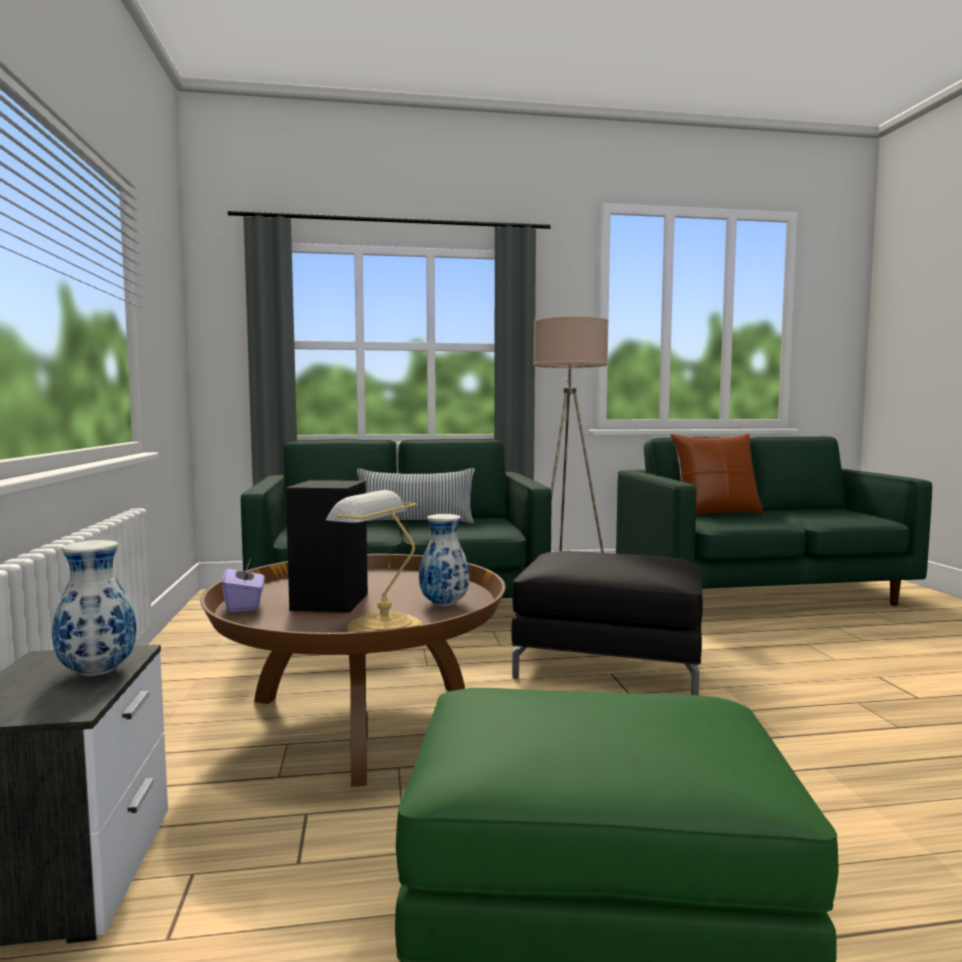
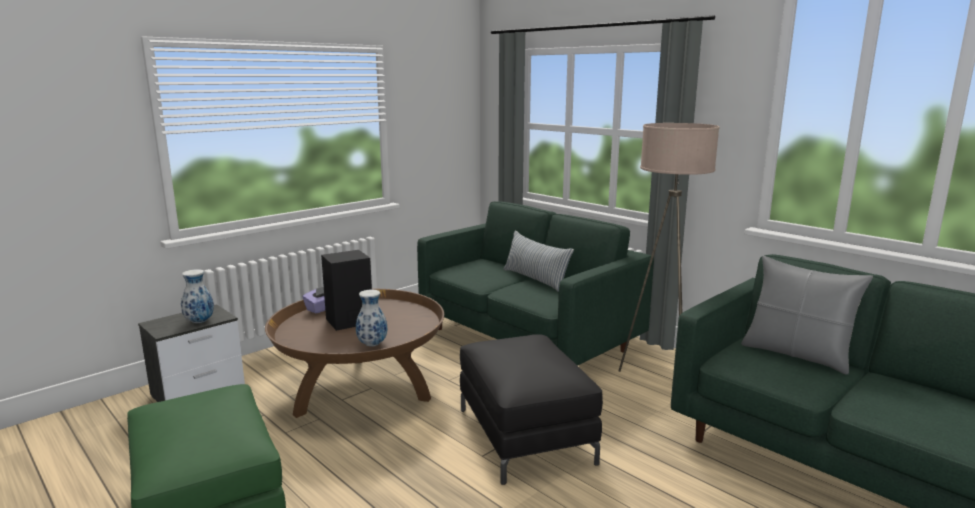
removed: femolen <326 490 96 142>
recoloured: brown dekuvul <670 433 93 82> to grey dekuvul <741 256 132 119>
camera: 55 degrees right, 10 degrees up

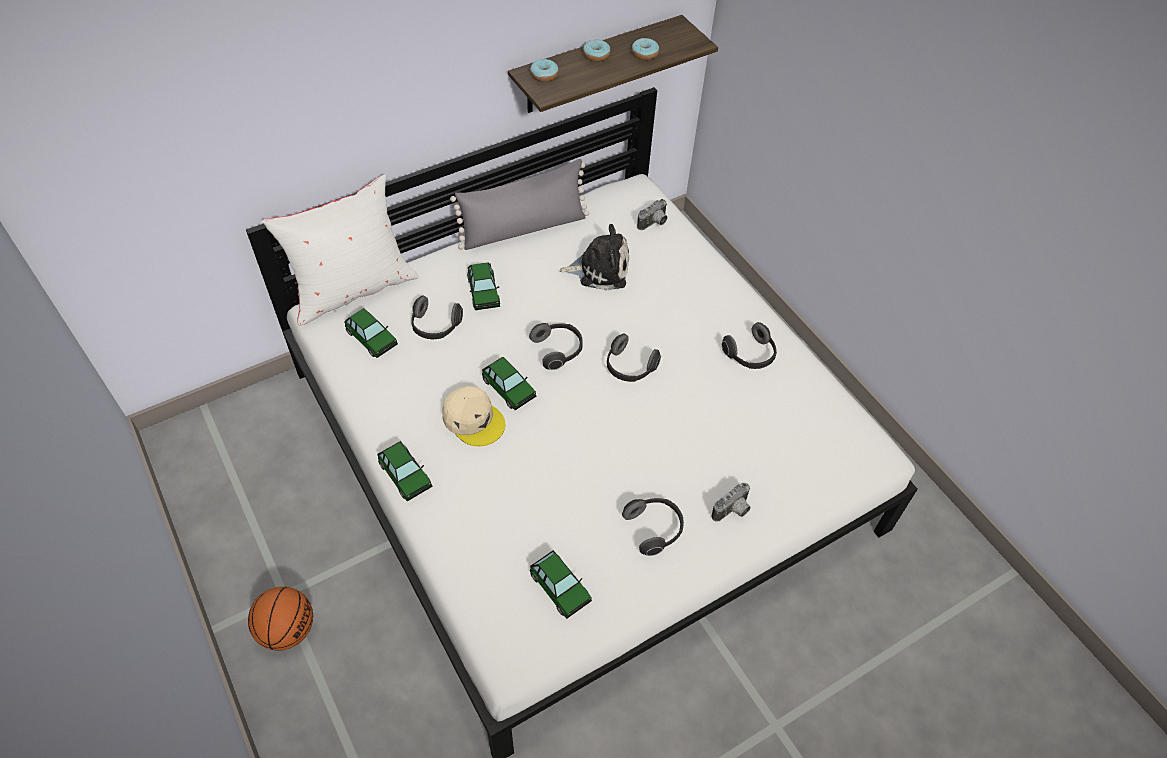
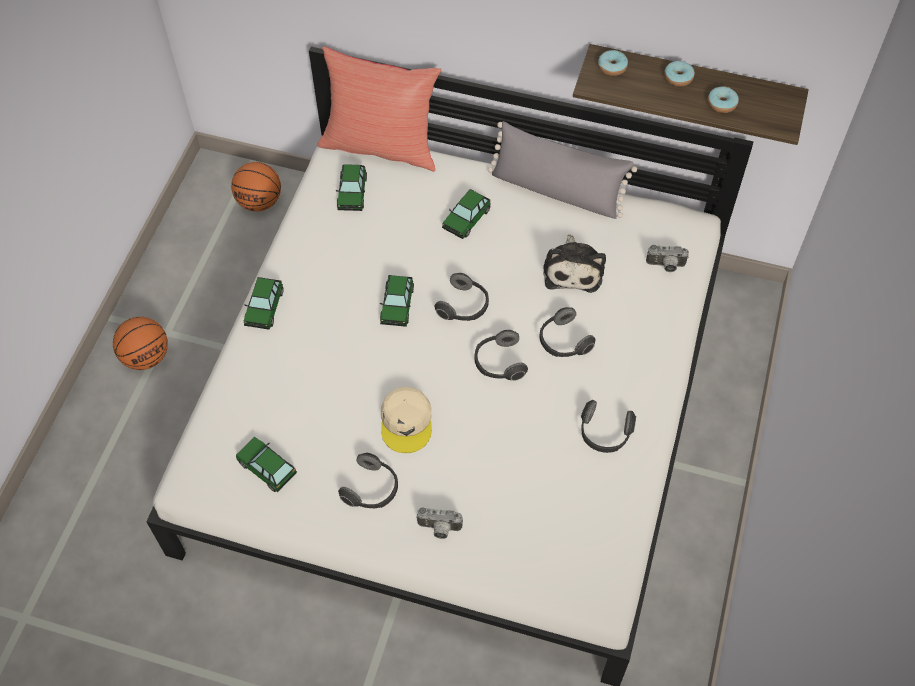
added: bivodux <231 162 50 49>
moved: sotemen <411 296 52 43> to <540 307 56 50>; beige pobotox <442 386 63 60> to <381 387 51 66>
recoloured: white dekuvul <261 174 158 152> to red dekuvul <317 47 124 125>
turned: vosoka <530 550 62 69> = <236 437 61 55> 120 degrees clockwise; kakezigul <559 224 70 67> = <543 234 63 59> 45 degrees clockwise
camera: 50 degrees right, 5 degrees up

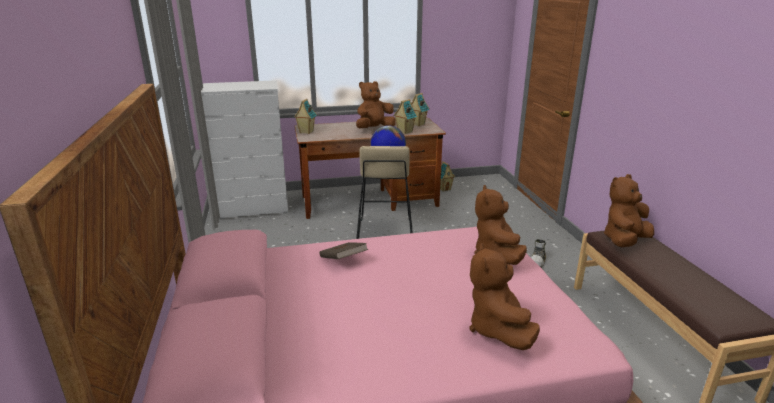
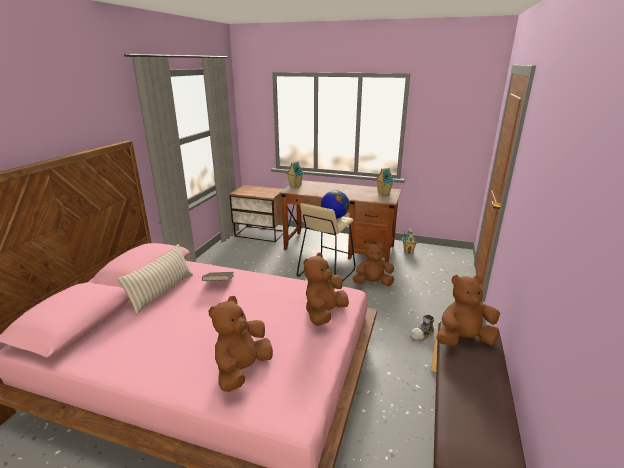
removed: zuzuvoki <393 99 24 35>
added: beige dekuvul <117 244 76 71>
moved: brown kakezigul <356 81 40 47> to <353 242 41 44>
replaced: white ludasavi <201 80 87 139> to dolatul <229 185 54 57>
camera: 30 degrees right, 0 degrees up

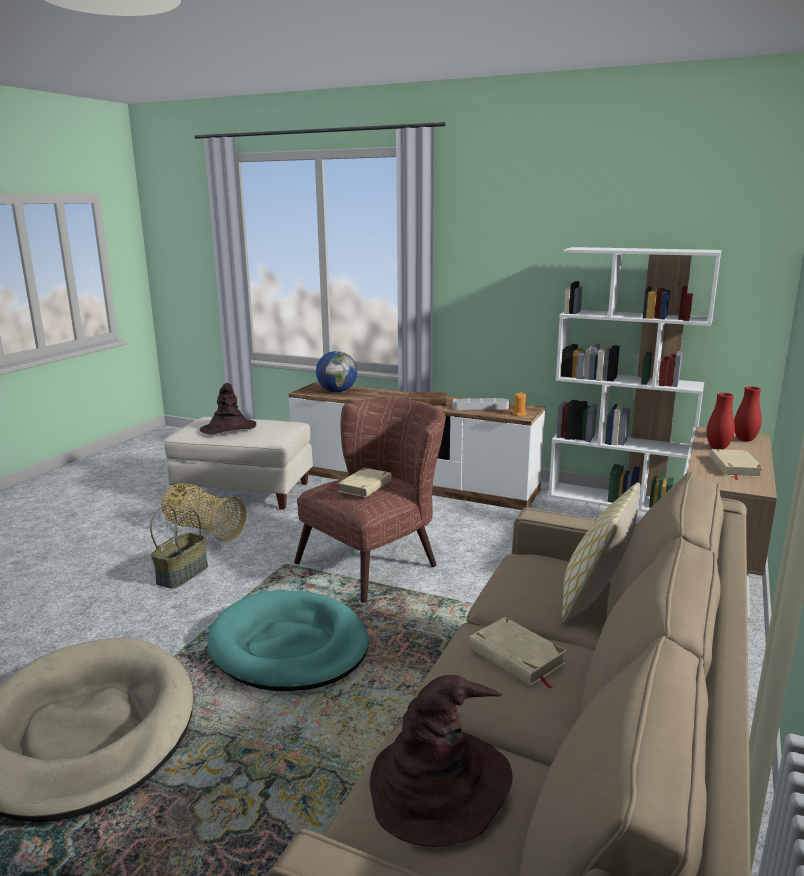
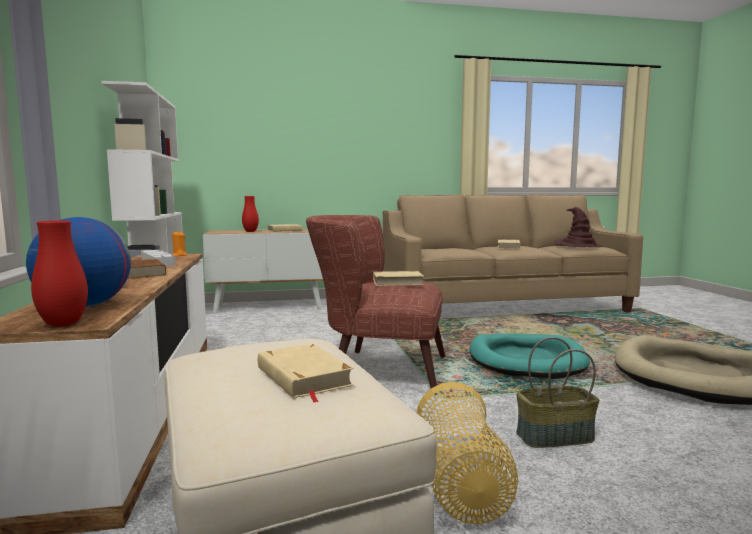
removed: dekuvul <562 482 79 140>
moved: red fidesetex <734 386 28 56> to <31 220 57 107>
replaced: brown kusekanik <199 383 57 52> to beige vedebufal <258 344 96 59>
camera: 125 degrees left, 10 degrees down

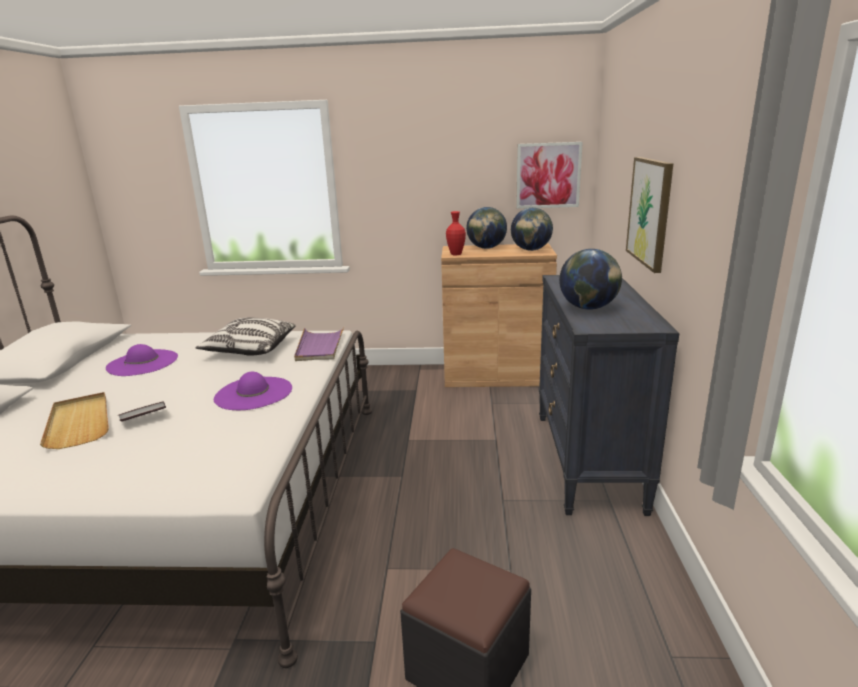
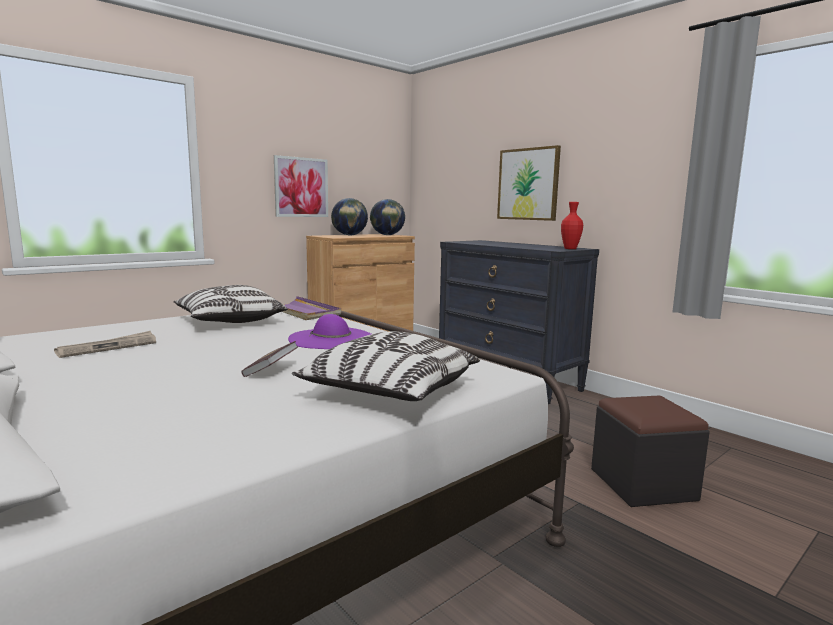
removed: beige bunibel <40 392 69 57>; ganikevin <559 249 63 61>
added: dekuvul <292 331 188 70>
moved: red fidesetex <446 211 20 44> to <561 202 22 47>; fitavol <516 142 67 67> to <274 155 54 62>
replaced: purple kusekanik <106 344 72 32> to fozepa <54 331 102 27>
camera: 45 degrees left, 10 degrees down

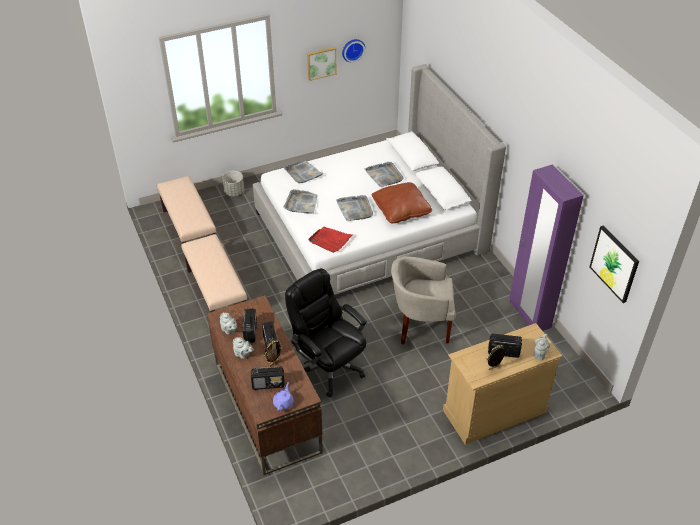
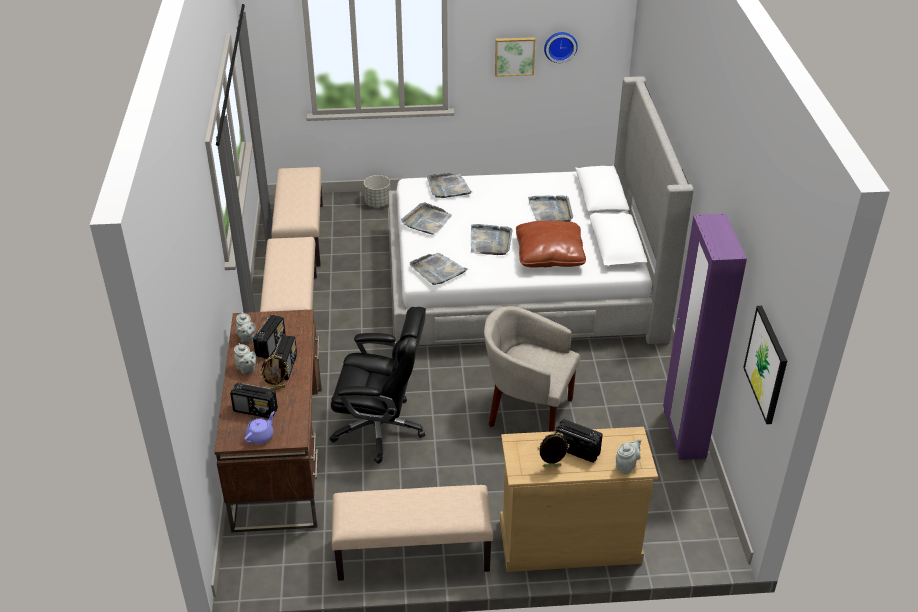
added: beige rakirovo <332 485 161 96>
recoloured: red bunibel <308 227 44 26> to grey bunibel <410 253 58 32>
turned: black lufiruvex <285 268 82 129> = <330 307 96 157> 120 degrees clockwise
camera: 20 degrees right, 5 degrees down

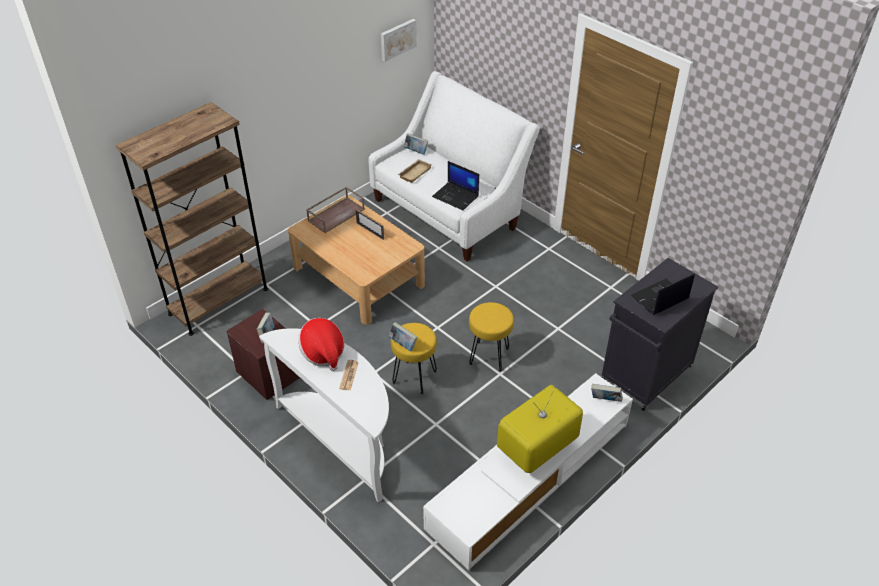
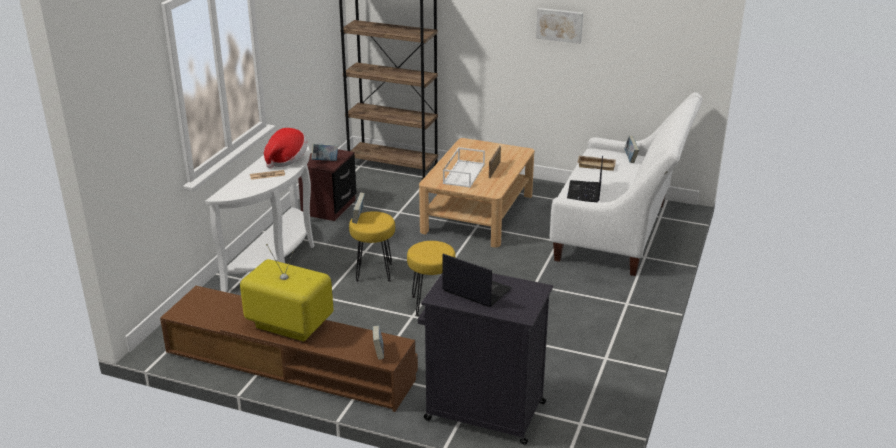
removed: brown bunibel <306 187 59 46>
added: white bunibel <443 147 42 41>
moved: fitavol <381 19 36 43> to <536 8 47 36>
recoloured: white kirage <423 373 210 197> to brown kirage <160 286 258 126>
camera: 65 degrees right, 15 degrees down

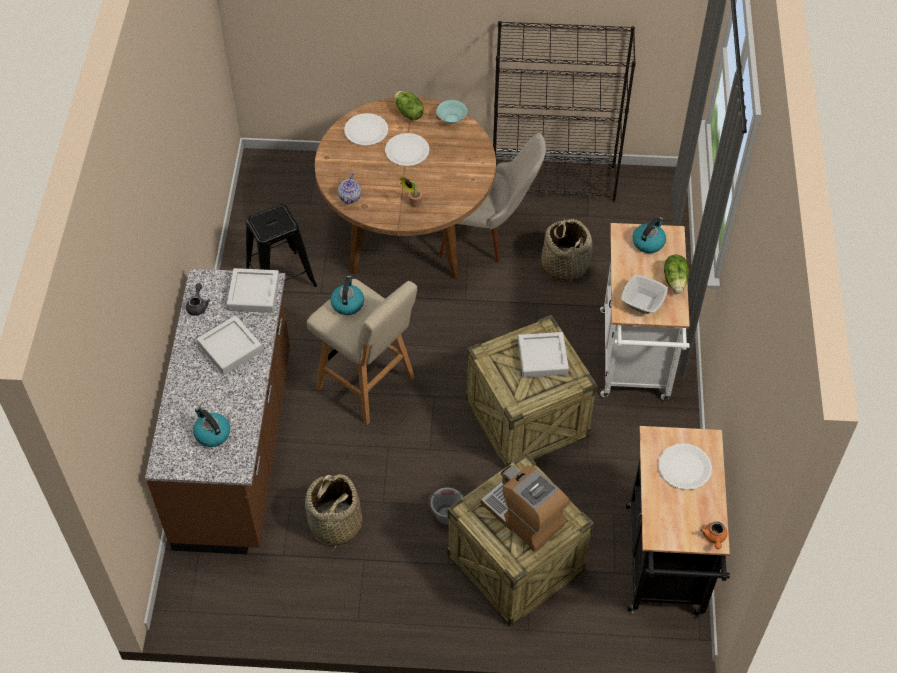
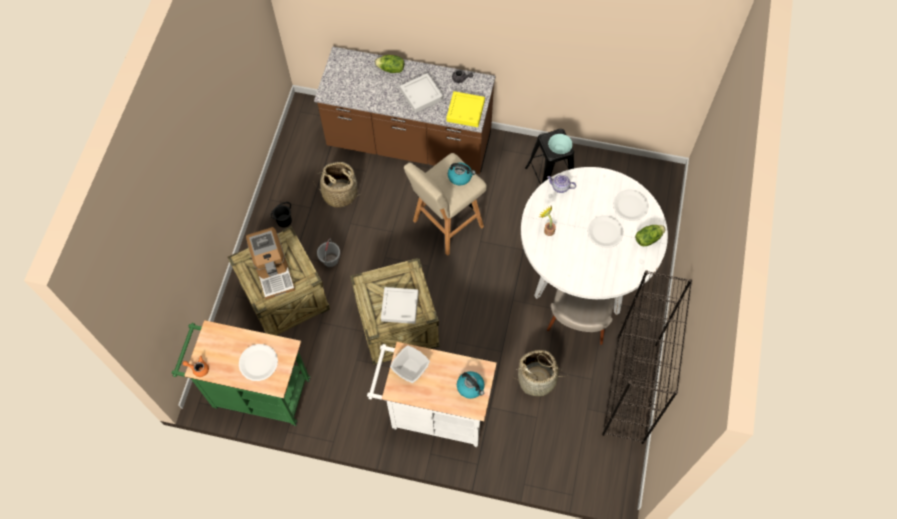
removed: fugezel <193 407 37 40>
added: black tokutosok <270 202 22 25>
moved: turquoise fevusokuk <436 100 31 24> to <548 134 24 20>; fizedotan <664 255 25 39> to <375 55 29 18>
recoloured: grey bunibel <227 268 53 45> to yellow bunibel <447 91 38 36>; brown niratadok <315 97 181 182> to white niratadok <521 167 147 148>; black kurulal <626 426 104 191> to green kurulal <172 320 138 106>
turned: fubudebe <480 465 90 87> = <246 227 49 73> 105 degrees clockwise
camera: 100 degrees right, 10 degrees up

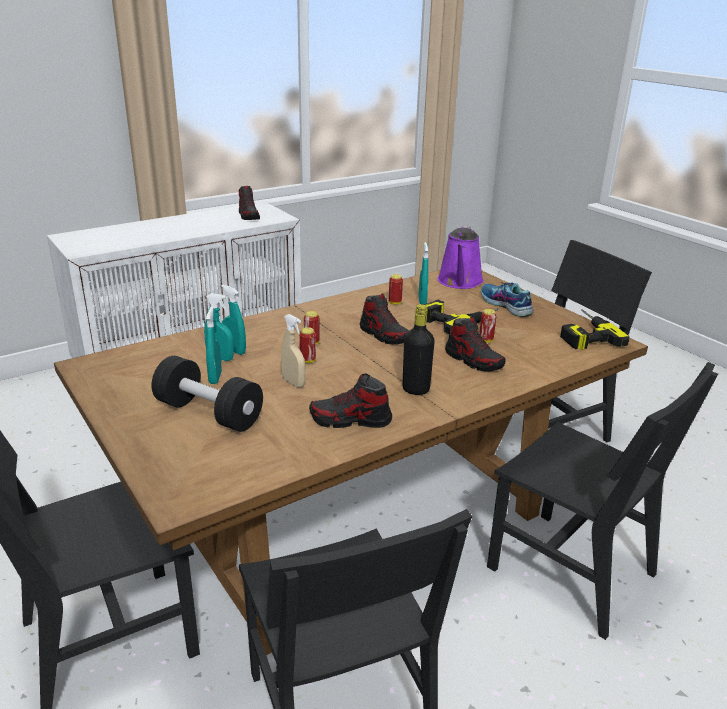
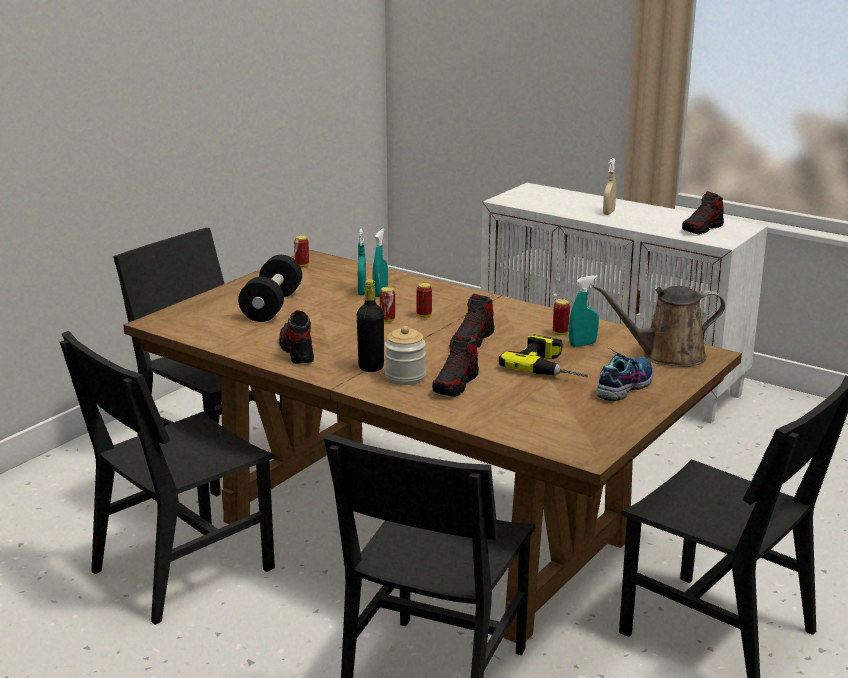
removed: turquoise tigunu <206 306 16 78>; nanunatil <560 309 70 41>
added: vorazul <385 326 41 59>
moved: beige tigunu <281 314 24 74> to <603 158 13 57>; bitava <479 309 17 34> to <294 236 15 31>
recoloured: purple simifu <437 226 47 63> to brown simifu <592 285 133 82>
camera: 70 degrees right, 5 degrees down

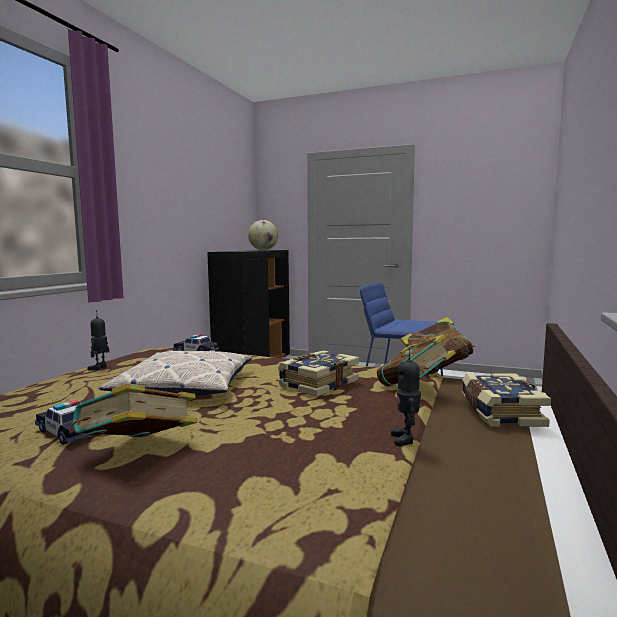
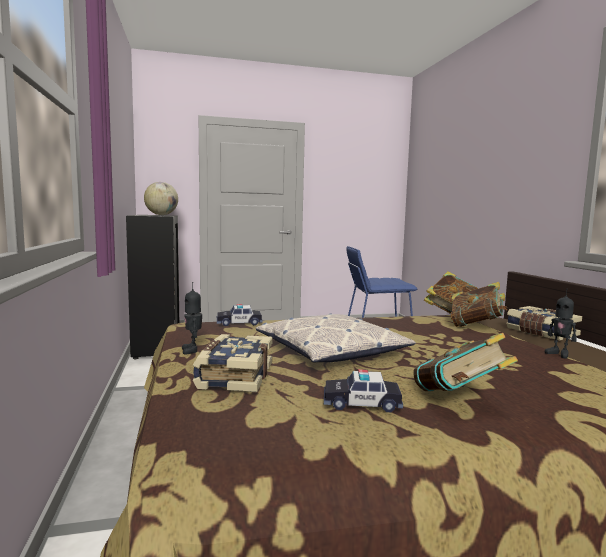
moved: vedebufal <278 350 81 47> to <193 334 80 58>
camera: 35 degrees left, 0 degrees up

